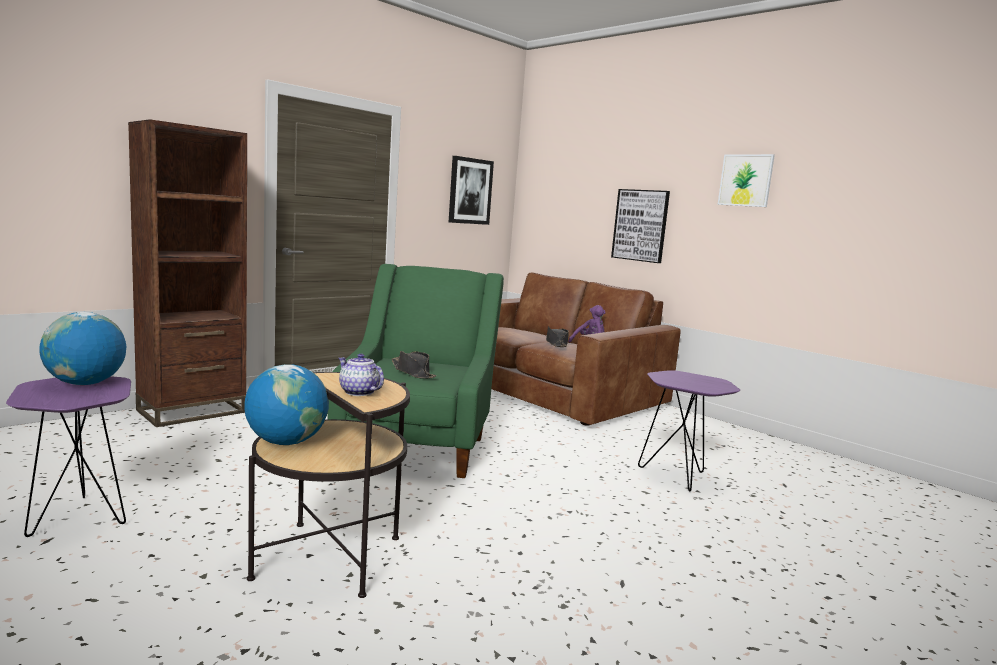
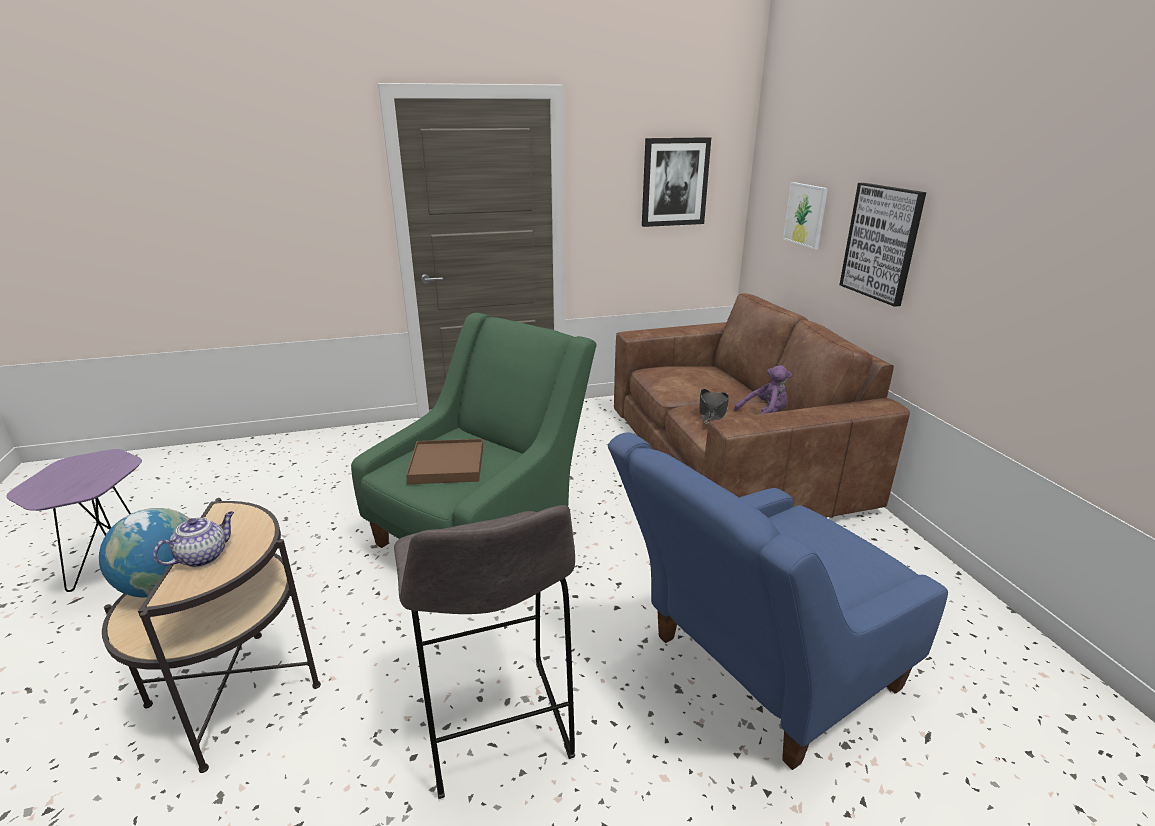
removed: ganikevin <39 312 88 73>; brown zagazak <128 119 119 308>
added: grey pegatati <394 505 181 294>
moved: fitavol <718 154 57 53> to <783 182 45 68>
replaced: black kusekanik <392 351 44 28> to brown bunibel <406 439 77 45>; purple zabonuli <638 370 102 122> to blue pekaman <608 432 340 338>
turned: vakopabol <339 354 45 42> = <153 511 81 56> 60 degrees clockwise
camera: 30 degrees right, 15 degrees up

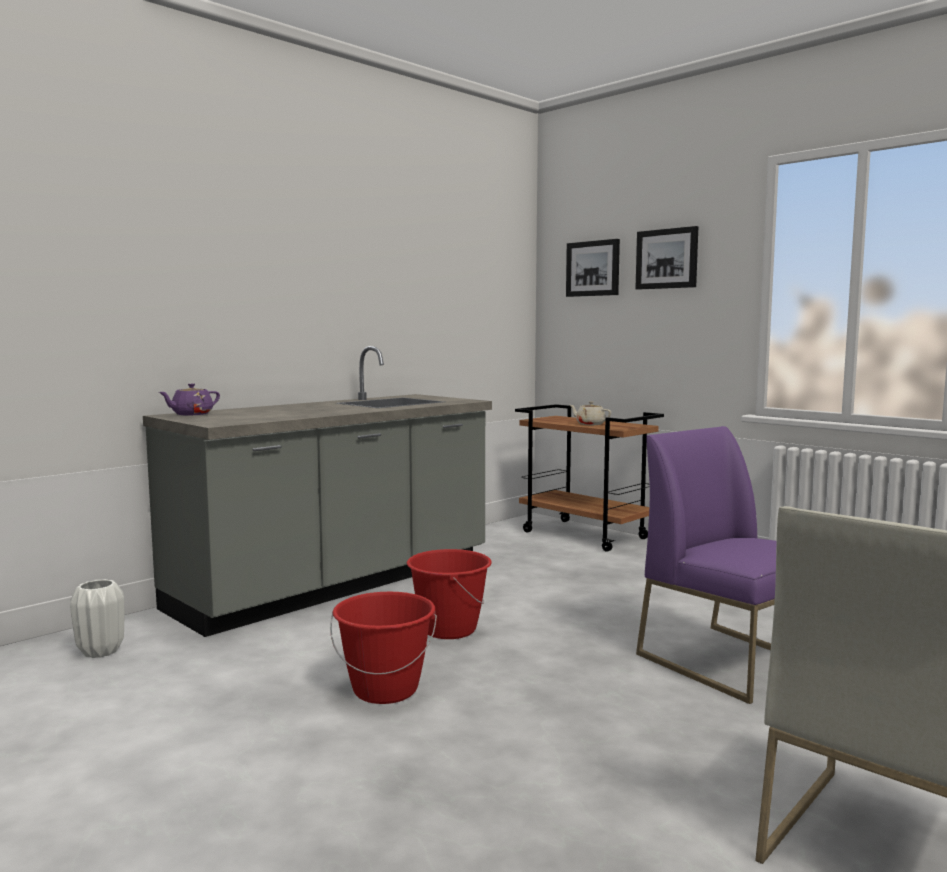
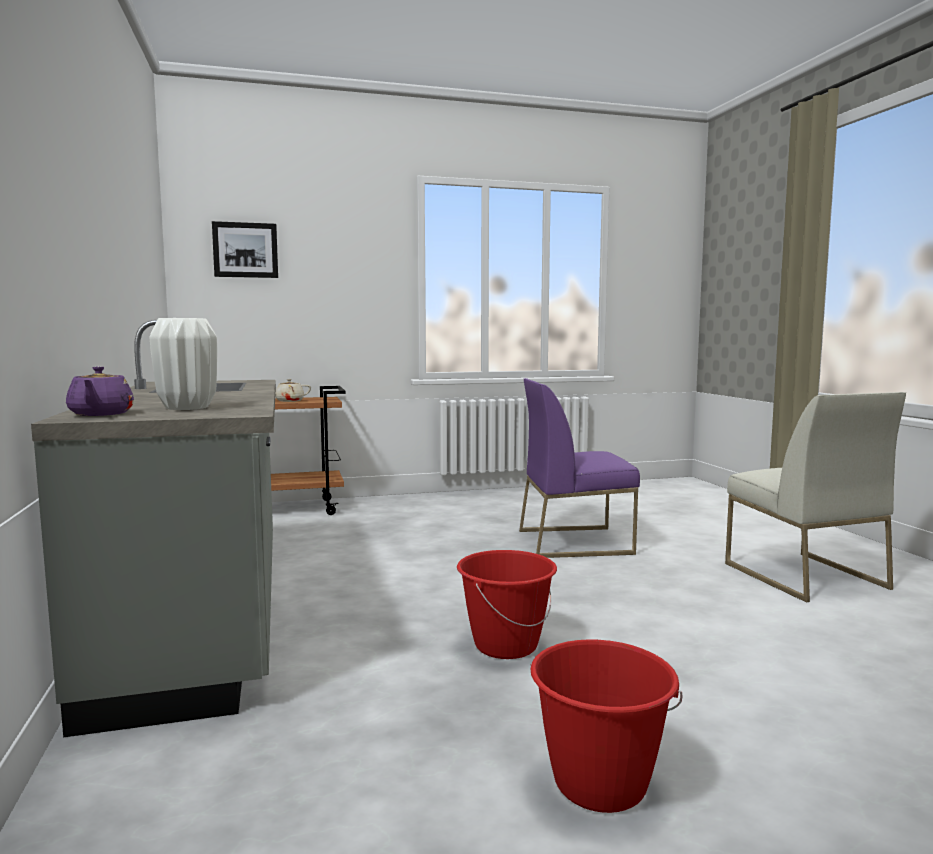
removed: fitavol <635 226 63 64>
moved: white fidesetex <70 579 54 79> to <150 318 67 92>; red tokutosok <407 549 85 90> to <530 639 153 174>
camera: 60 degrees left, 0 degrees up

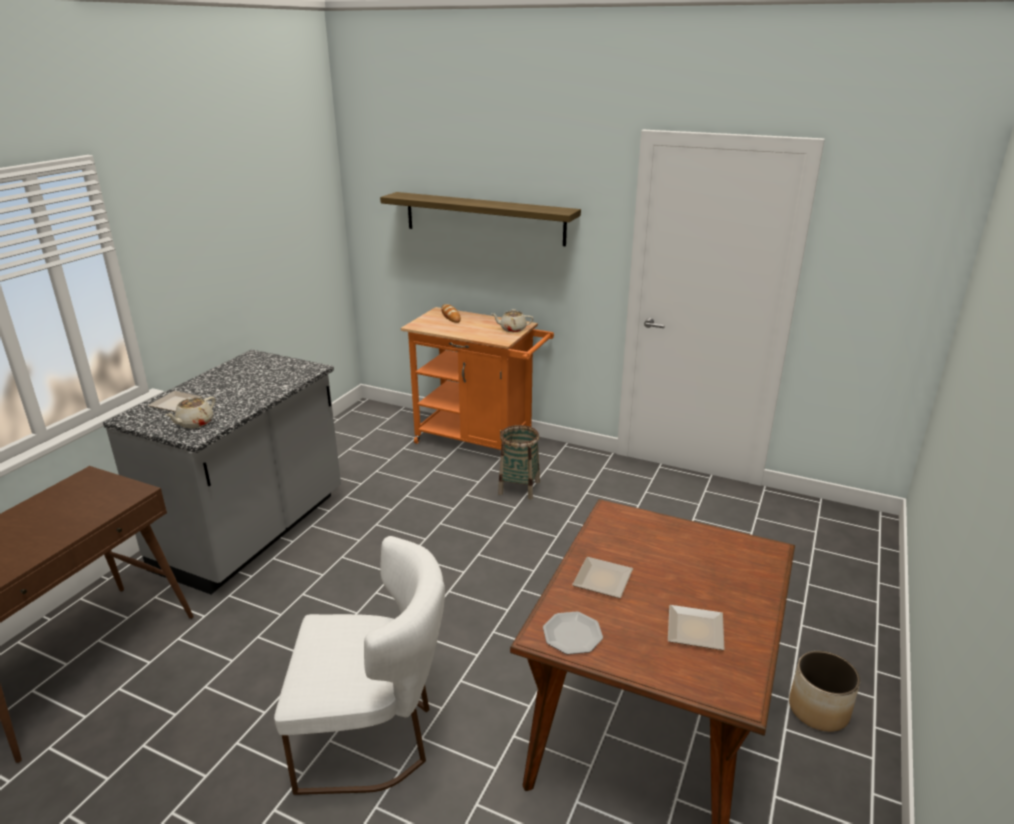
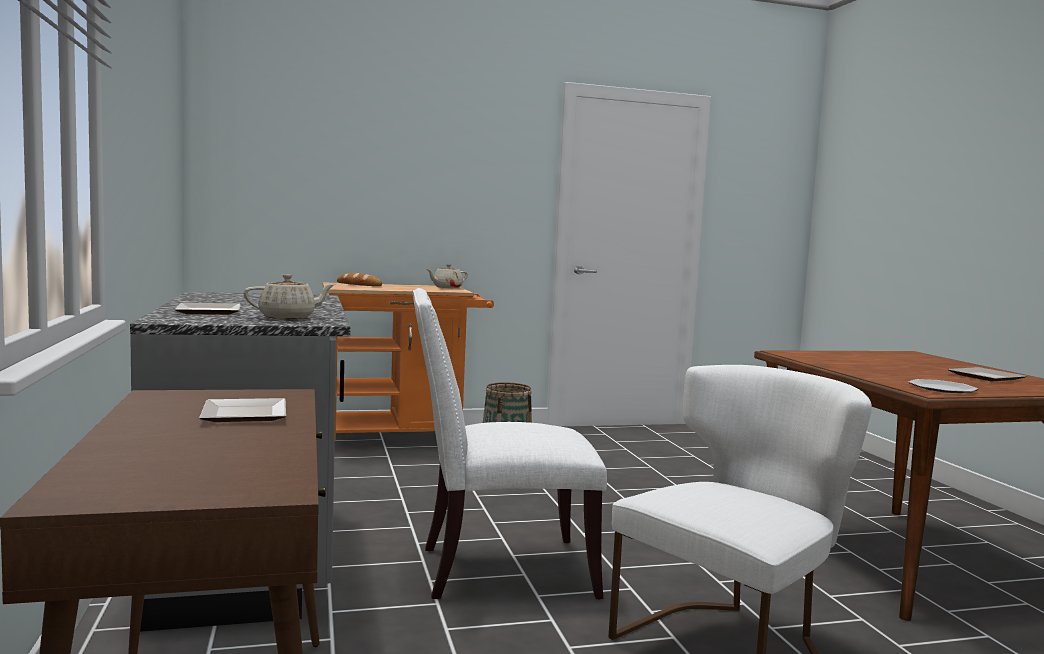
removed: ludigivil <380 192 201 54>; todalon <789 651 71 81>
added: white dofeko <413 288 194 312>
moved: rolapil <572 557 61 41> to <199 398 87 24>
turned: beige vakopabol <165 397 50 31> = <243 274 92 45> 105 degrees counterclockwise
camera: 40 degrees left, 20 degrees down

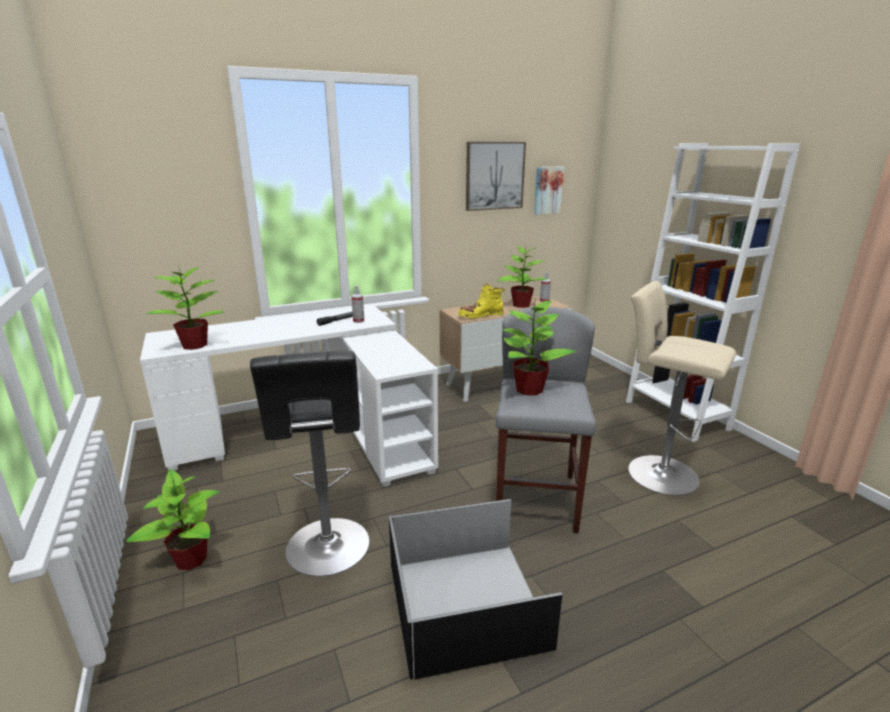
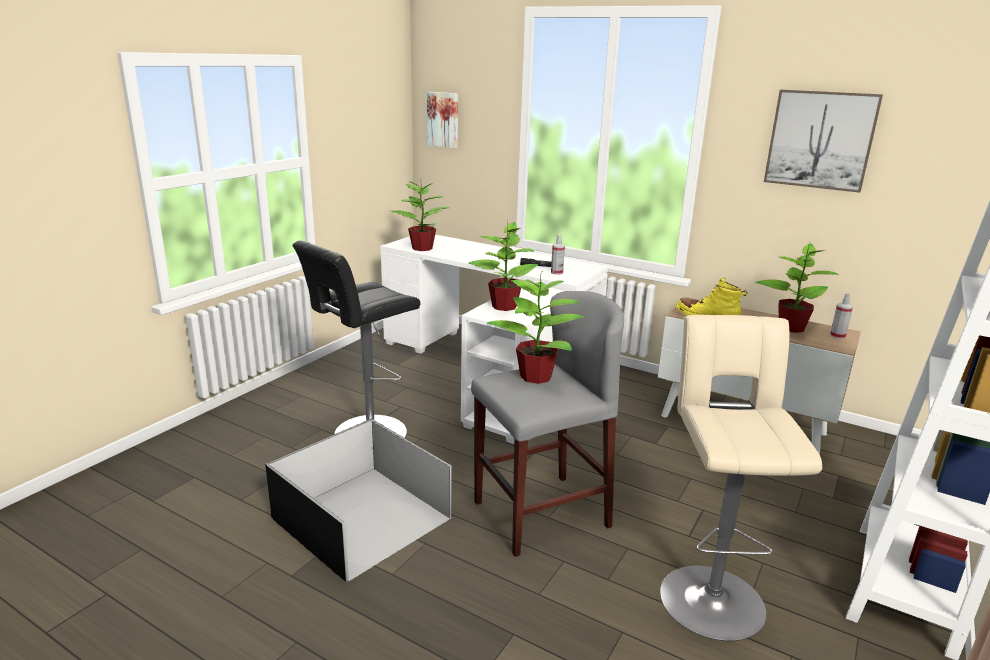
moved: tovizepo <126 469 93 101> to <468 222 70 89>; fitavol <534 166 31 49> to <427 92 31 56>
camera: 55 degrees right, 0 degrees up

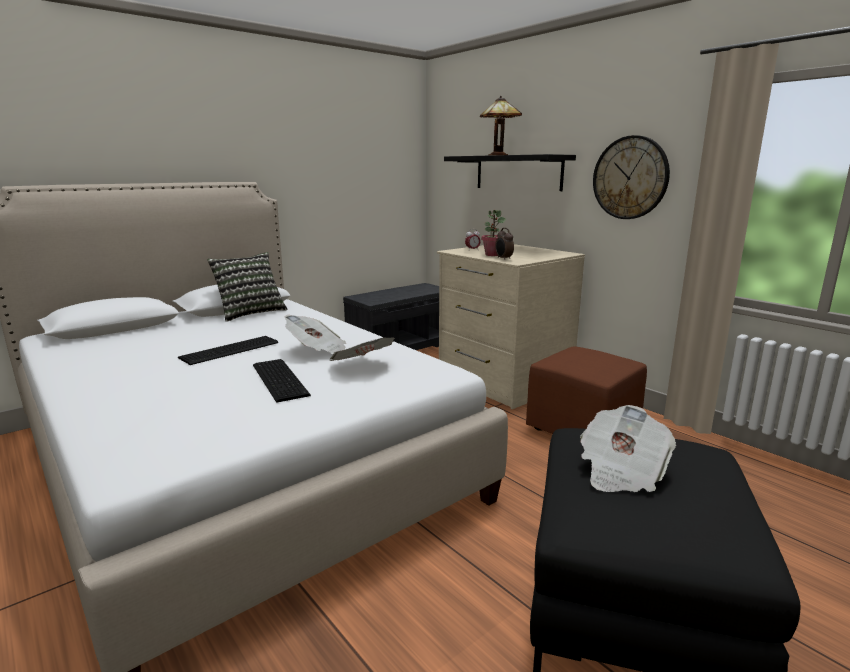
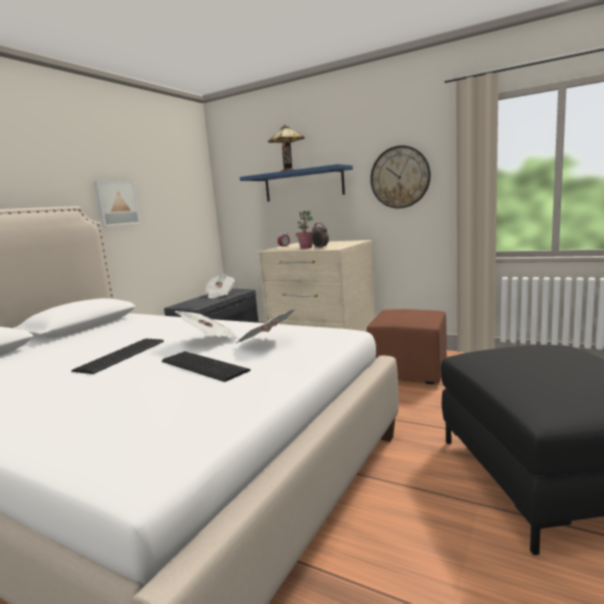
removed: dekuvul <207 252 81 70>
added: fitavol <93 181 47 46>
moved: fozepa <580 405 96 87> to <205 274 30 24>
recoloured: black ludigivil <444 154 132 37> to blue ludigivil <240 164 113 38>
camera: 20 degrees left, 5 degrees down

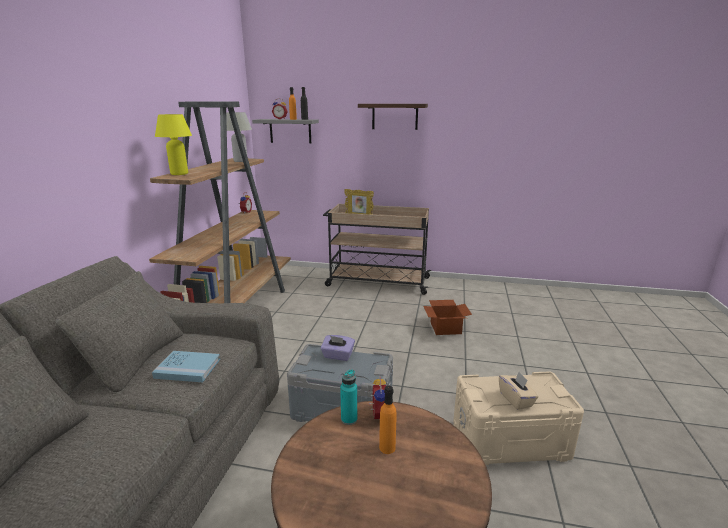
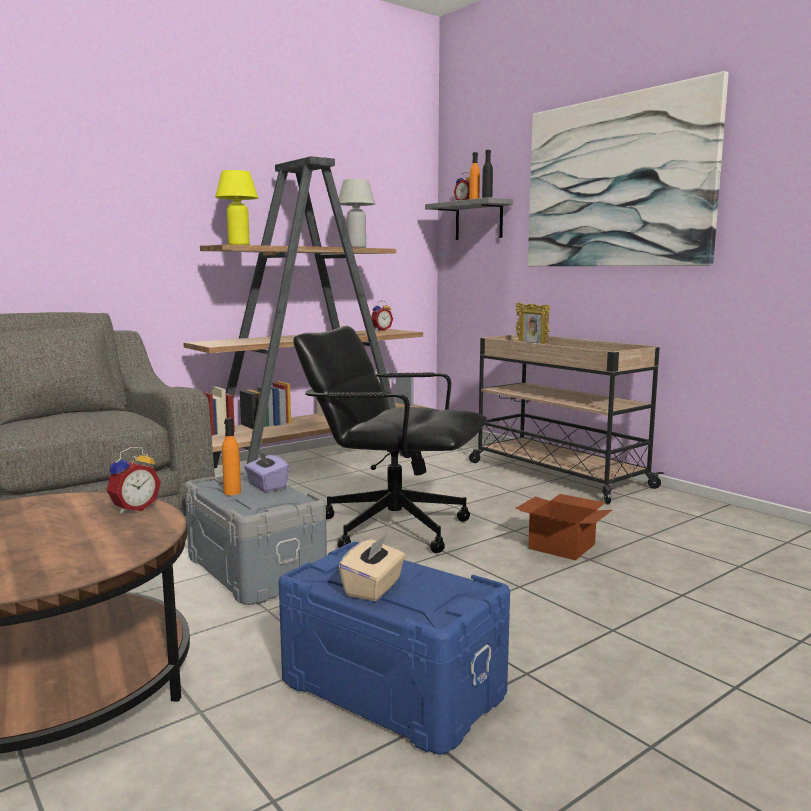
removed: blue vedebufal <152 351 68 31>; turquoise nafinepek <340 369 17 56>
added: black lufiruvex <293 326 194 227>
moved: orange nafinepek <379 386 17 68> to <222 418 19 77>
replaced: ludigivil <358 104 70 26> to fitavol <528 71 201 195>
recoloured: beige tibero <453 372 131 93> to blue tibero <279 542 231 213>
camera: 40 degrees right, 10 degrees down

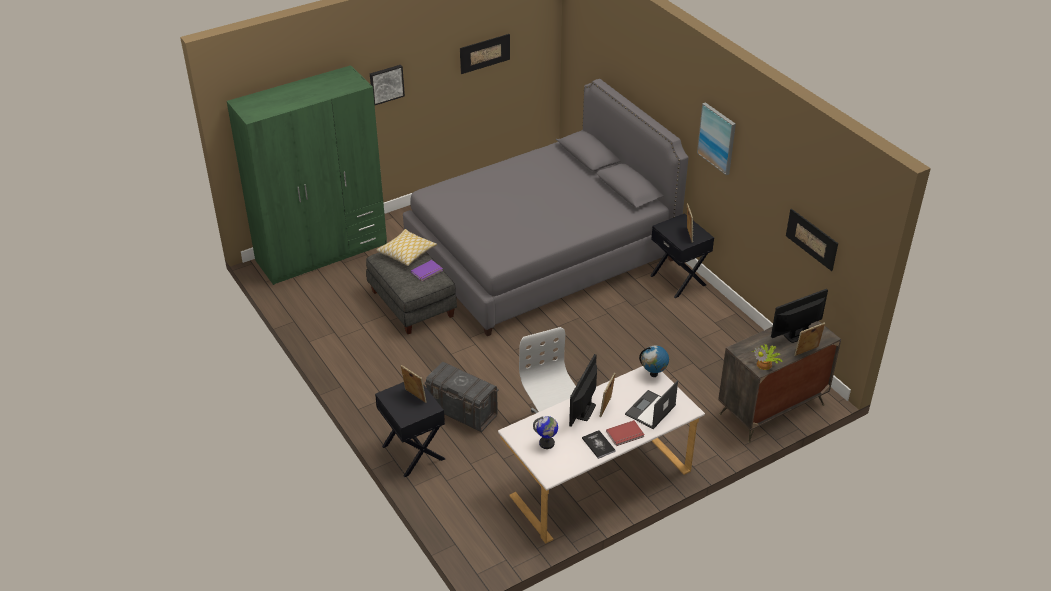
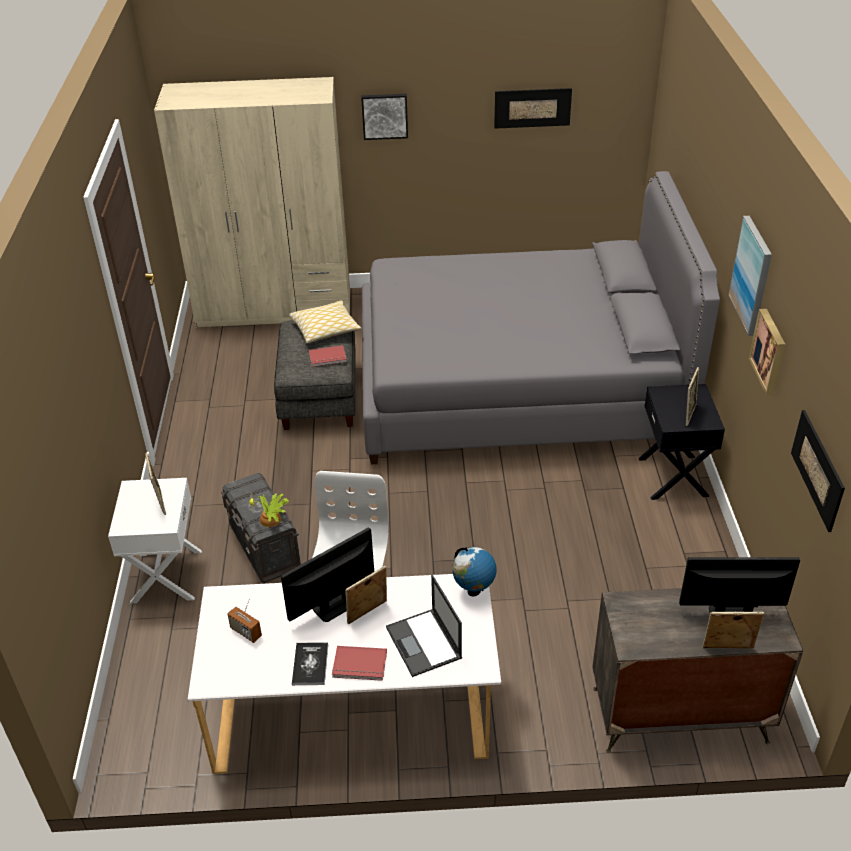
added: fitavol <749 309 36 86>
moved: tovizepo <752 344 31 26> to <249 492 40 35>
replaced: ganikevin <533 416 25 33> to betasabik <227 599 35 44>
recoloured: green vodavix <227 65 160 220> to beige vodavix <154 77 196 251>; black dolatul <375 382 70 95> to white dolatul <108 478 94 126>; purple vedebufal <411 260 32 21> to red vedebufal <309 345 38 22>
turned: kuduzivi <625 380 53 49> = <386 575 76 102> 90 degrees counterclockwise
camera: 30 degrees right, 0 degrees up

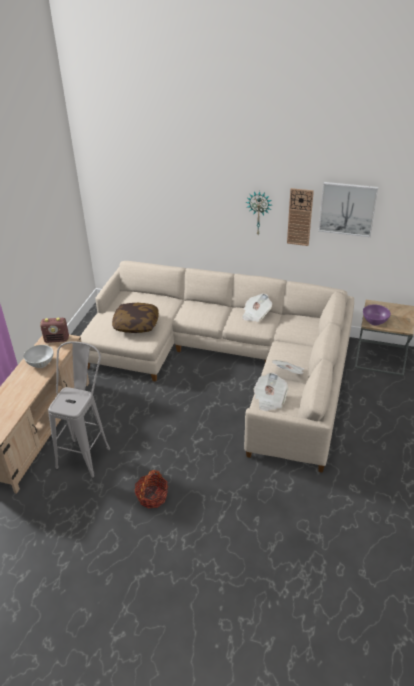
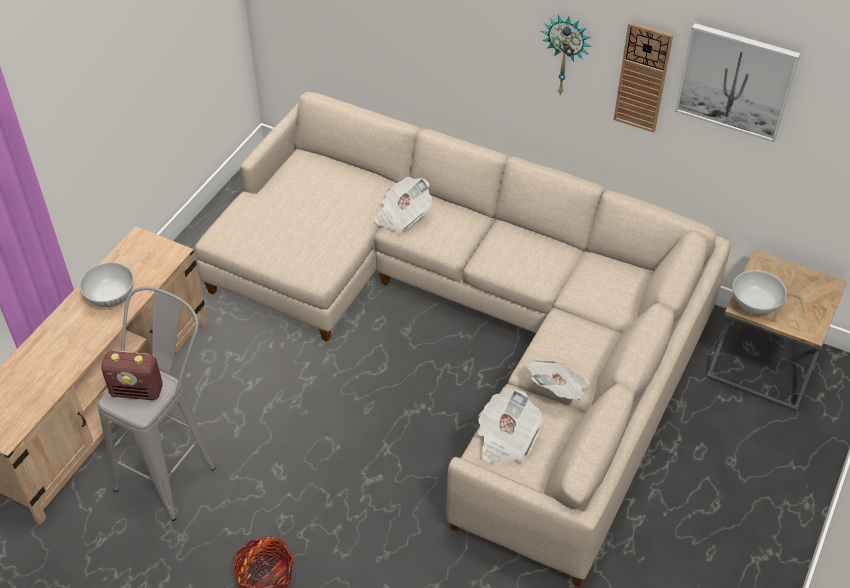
removed: dekuvul <112 303 47 30>
moved: betasabik <40 318 29 25> to <101 351 62 49>; fozepa <242 293 30 29> to <374 177 58 57>
recoloured: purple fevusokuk <363 305 28 21> to white fevusokuk <733 270 54 45>
camera: 10 degrees right, 10 degrees up

